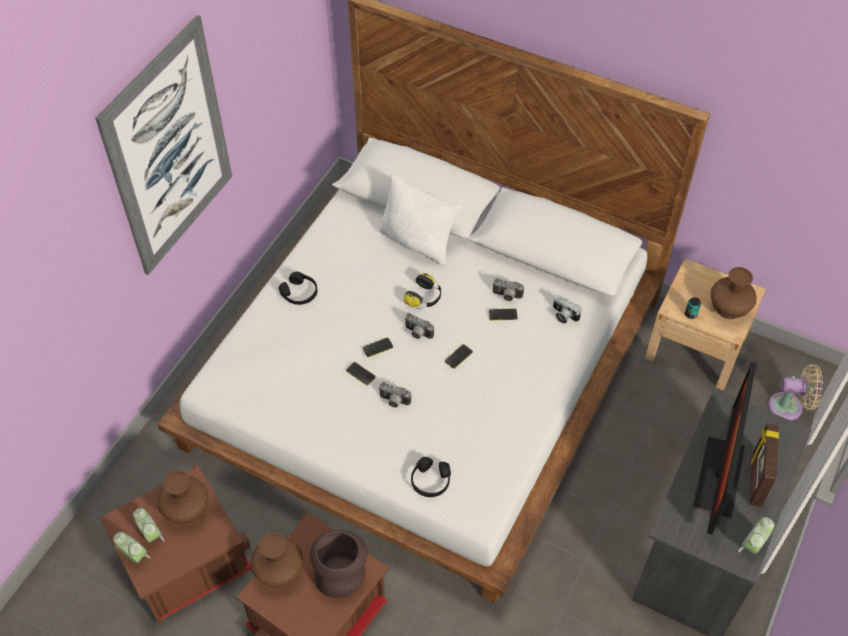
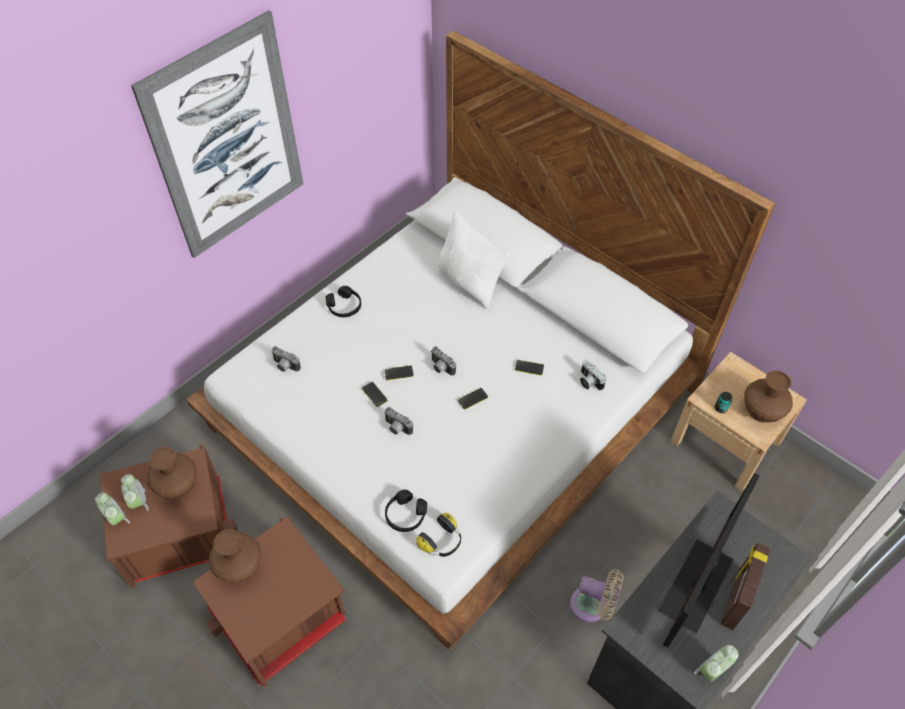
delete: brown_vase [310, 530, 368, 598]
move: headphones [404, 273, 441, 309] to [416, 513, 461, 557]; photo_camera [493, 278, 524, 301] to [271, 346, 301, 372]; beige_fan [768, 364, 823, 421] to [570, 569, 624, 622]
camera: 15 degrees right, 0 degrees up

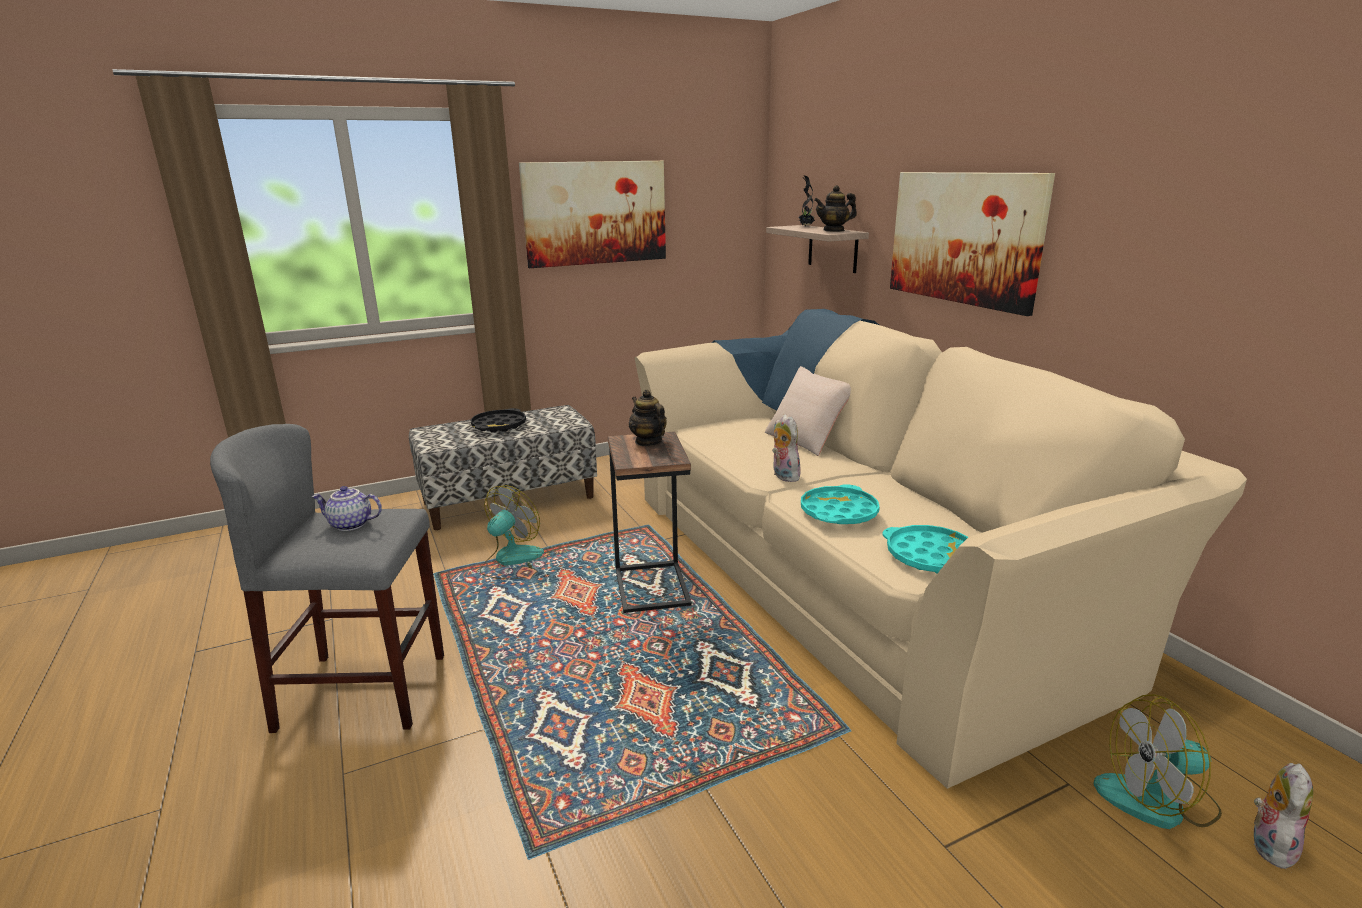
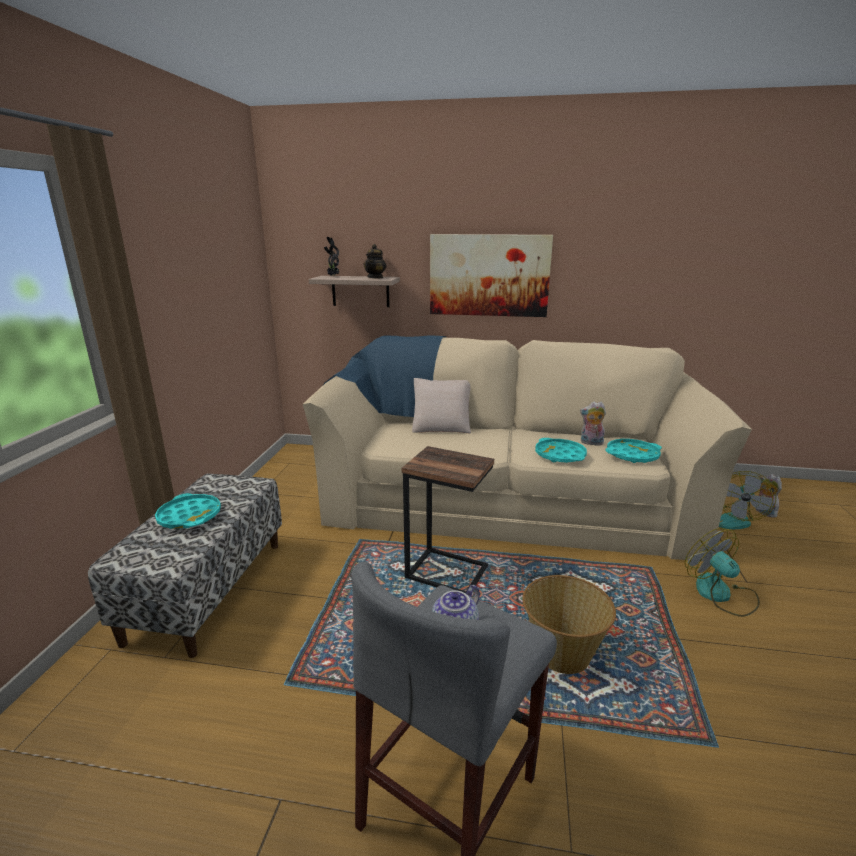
delete: picture [519, 161, 666, 268]; teapot [629, 389, 667, 446]
insert: basket [522, 575, 616, 674]
move: fan [480, 485, 544, 579] to [685, 528, 760, 617]; plush_toy [772, 414, 801, 482] to [580, 402, 606, 445]
recolor: black_tray [471, 408, 526, 433] to turquoise_tray [155, 493, 221, 529]
camera: 55 degrees left, 0 degrees up

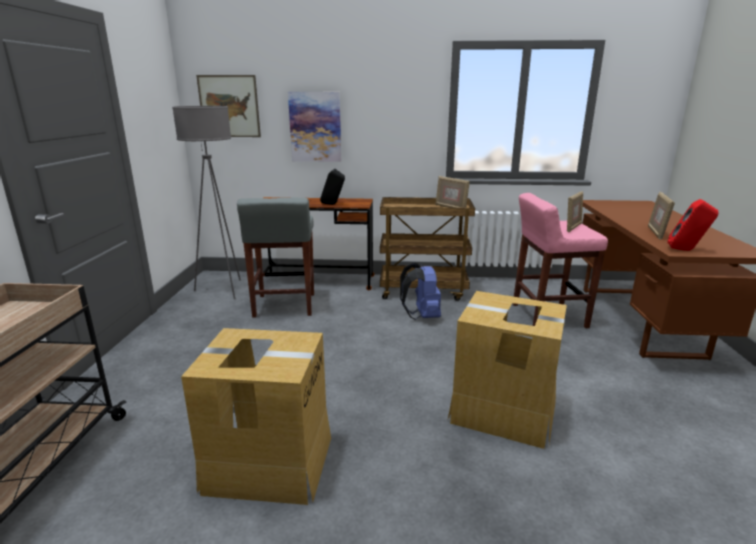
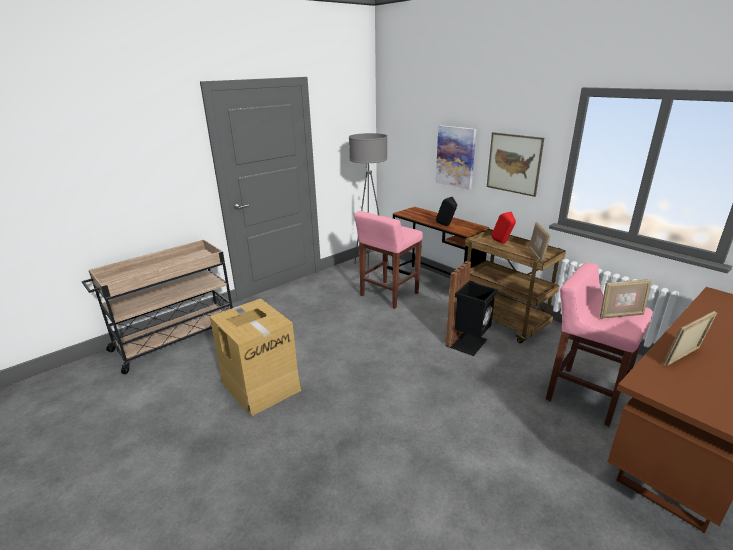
delete: cardboard_box [447, 291, 567, 449]
move: picture [196, 75, 261, 137] to [487, 132, 544, 197]; red_speaker [667, 199, 718, 251] to [491, 212, 516, 244]
replace: blue_backpack [400, 263, 441, 320] to black_trash_can [445, 261, 498, 356]
recolor: grey_stool [237, 198, 314, 318] to pink_stool [354, 211, 423, 309]
camera: 45 degrees right, 5 degrees up

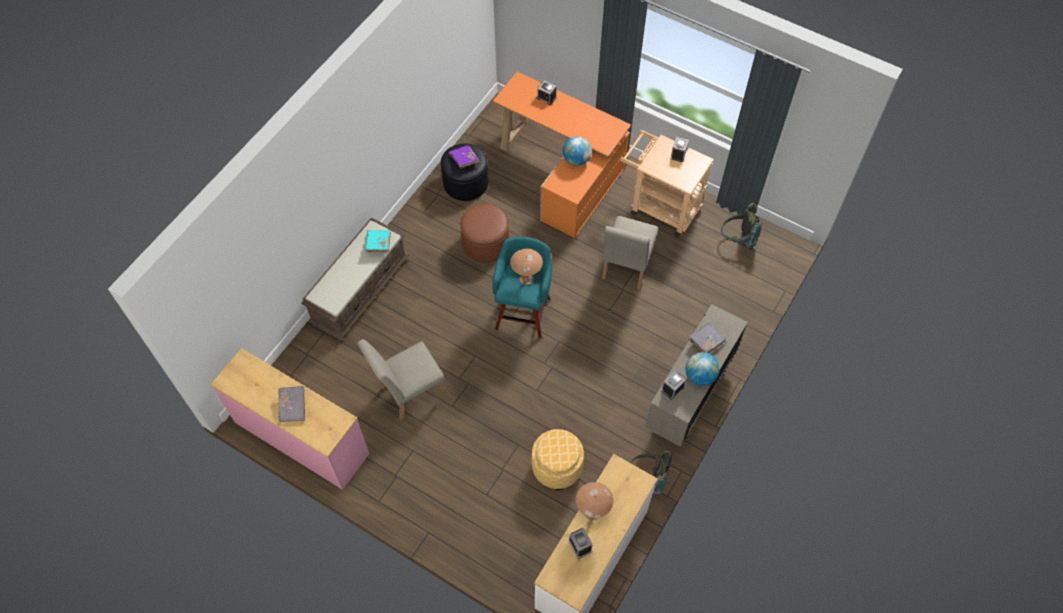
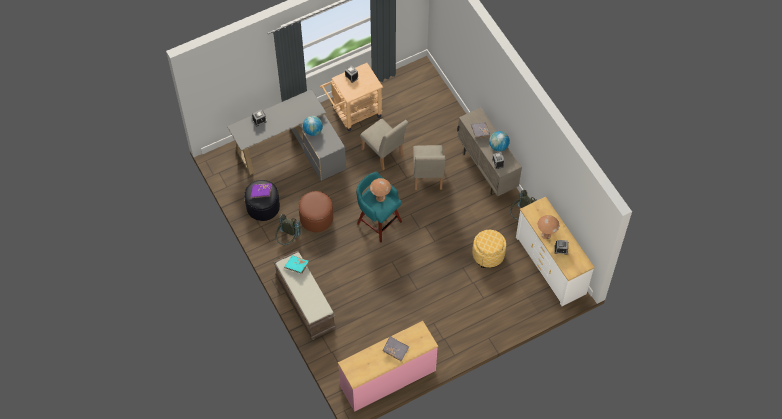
move: beige_chair [357, 339, 447, 420] to [413, 145, 445, 190]; grey_backpack [721, 203, 762, 248] to [275, 214, 301, 245]
recolor: orange_desk [493, 72, 631, 238] to grey_desk [227, 89, 346, 181]
camera: 60 degrees left, 0 degrees up

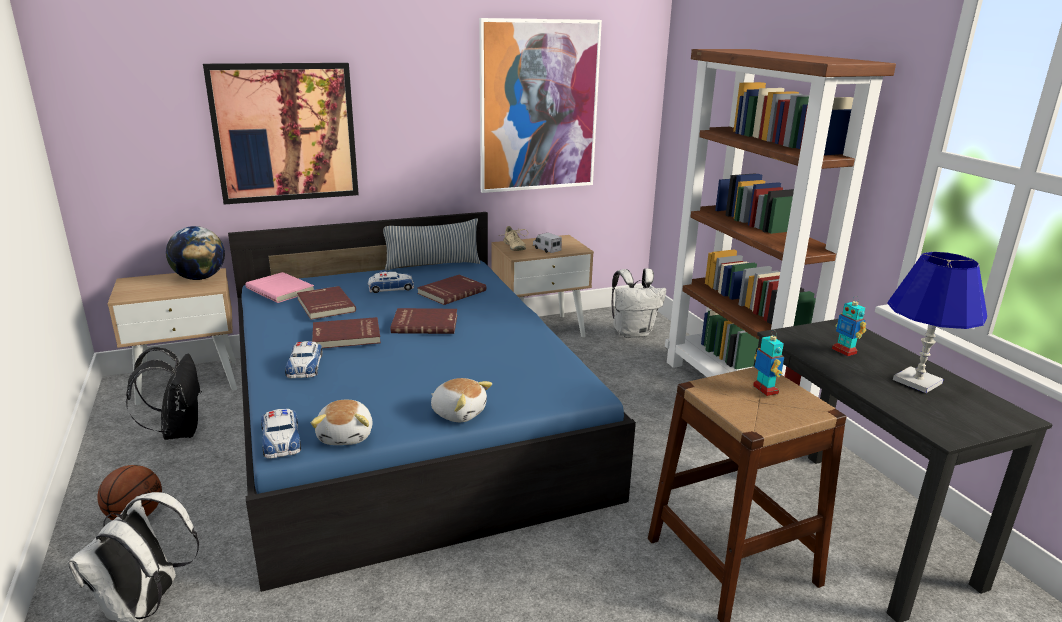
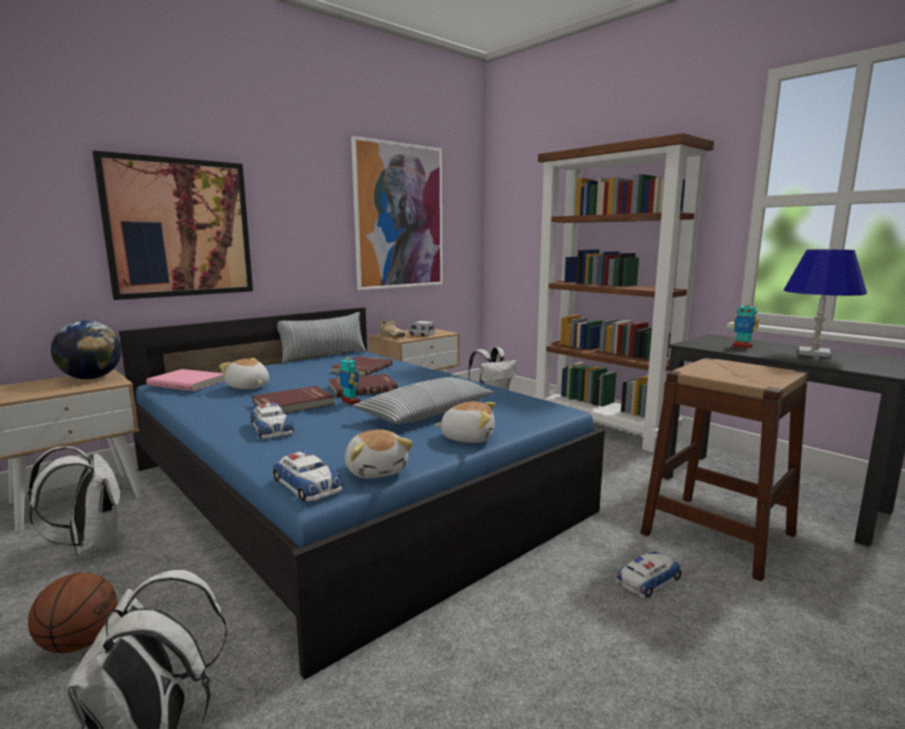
insert: pillow [353, 377, 494, 424]
move: toy_car [368, 271, 414, 293] to [615, 551, 682, 599]; toy_robot [753, 330, 784, 396] to [339, 352, 360, 405]
replace: red_book [297, 286, 356, 320] to plush_toy [219, 358, 269, 389]
recolor: black_backpack [126, 347, 201, 440] to white_backpack [28, 446, 120, 555]
camera: 20 degrees left, 10 degrees down

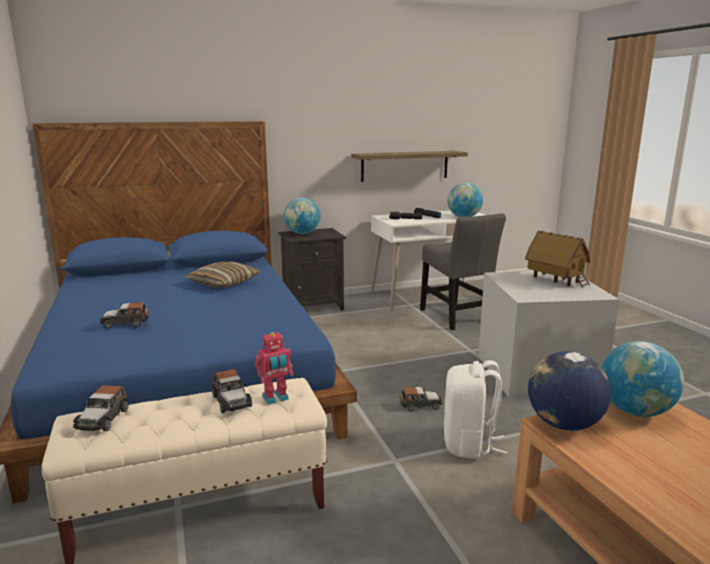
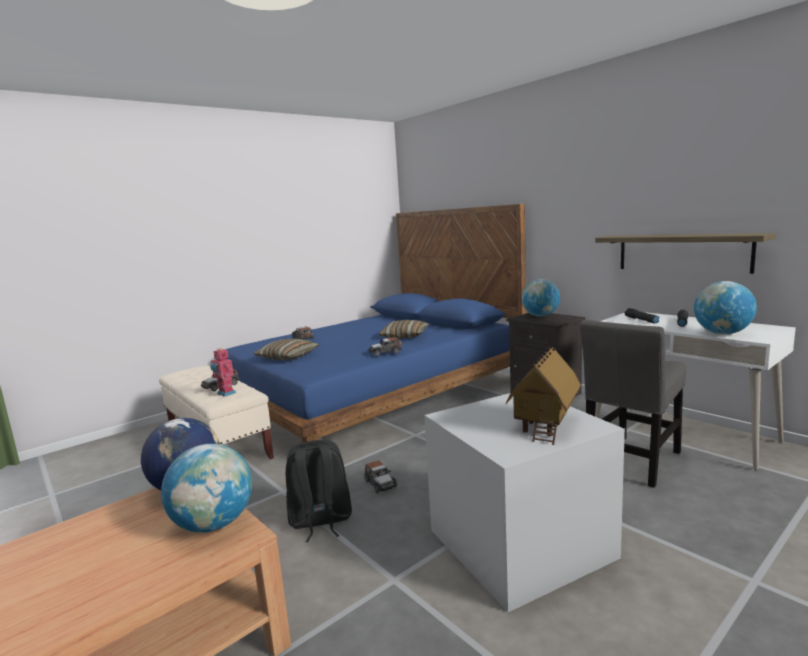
insert: pillow [254, 339, 320, 360]
move: toy_car [73, 385, 128, 431] to [369, 337, 402, 356]
recolor: white_backpack [444, 360, 507, 459] to black_backpack [286, 440, 352, 542]
camera: 70 degrees right, 5 degrees down

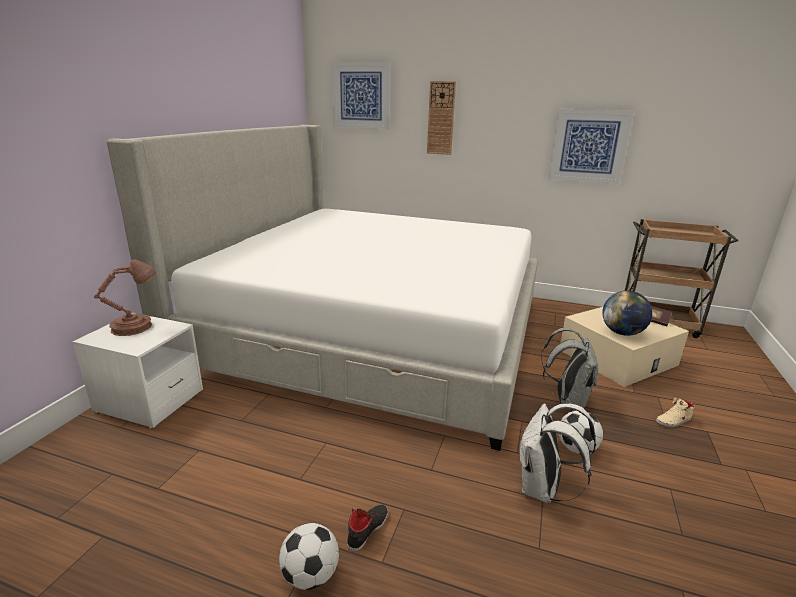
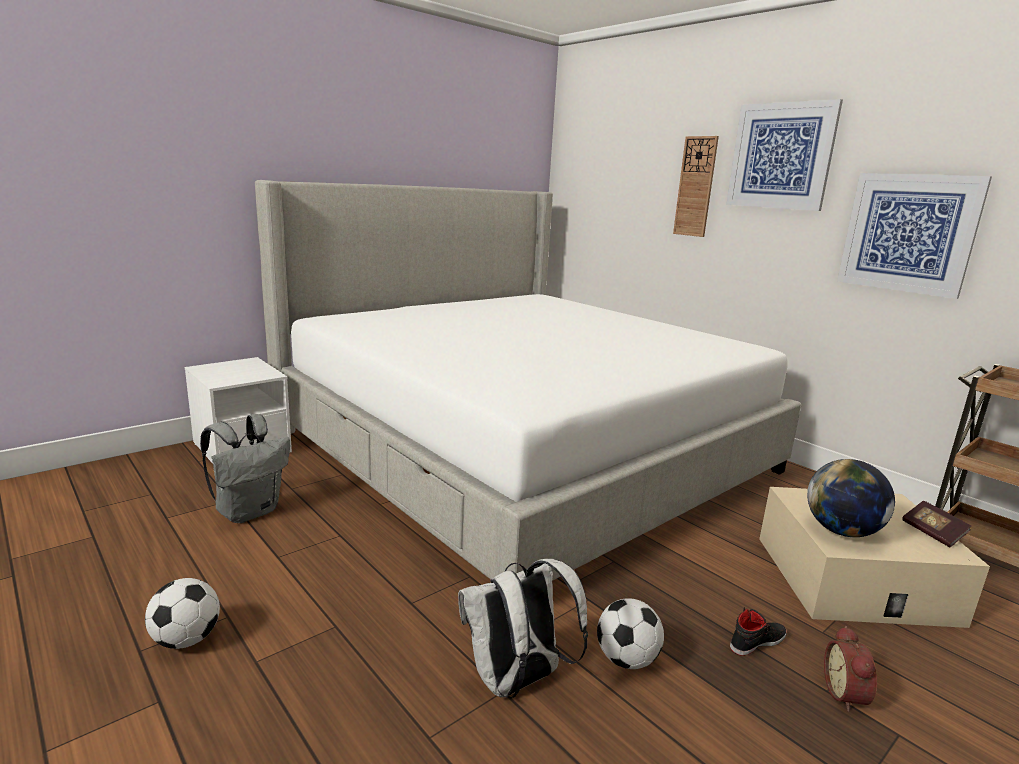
delete: brown_table_lamp [94, 260, 156, 336]
move: picture [332, 62, 391, 130] to [726, 99, 843, 211]; black_shoe [347, 505, 388, 552] to [730, 607, 787, 656]; grey_backpack [541, 328, 598, 408] to [200, 414, 290, 523]
replace: beige_shoe [656, 398, 695, 427] to alarm_clock [824, 626, 877, 712]
camera: 30 degrees right, 5 degrees down

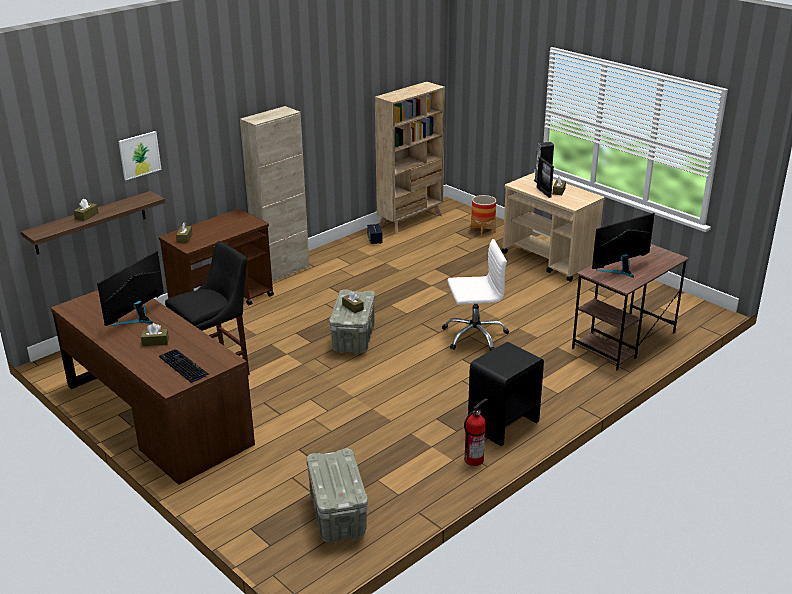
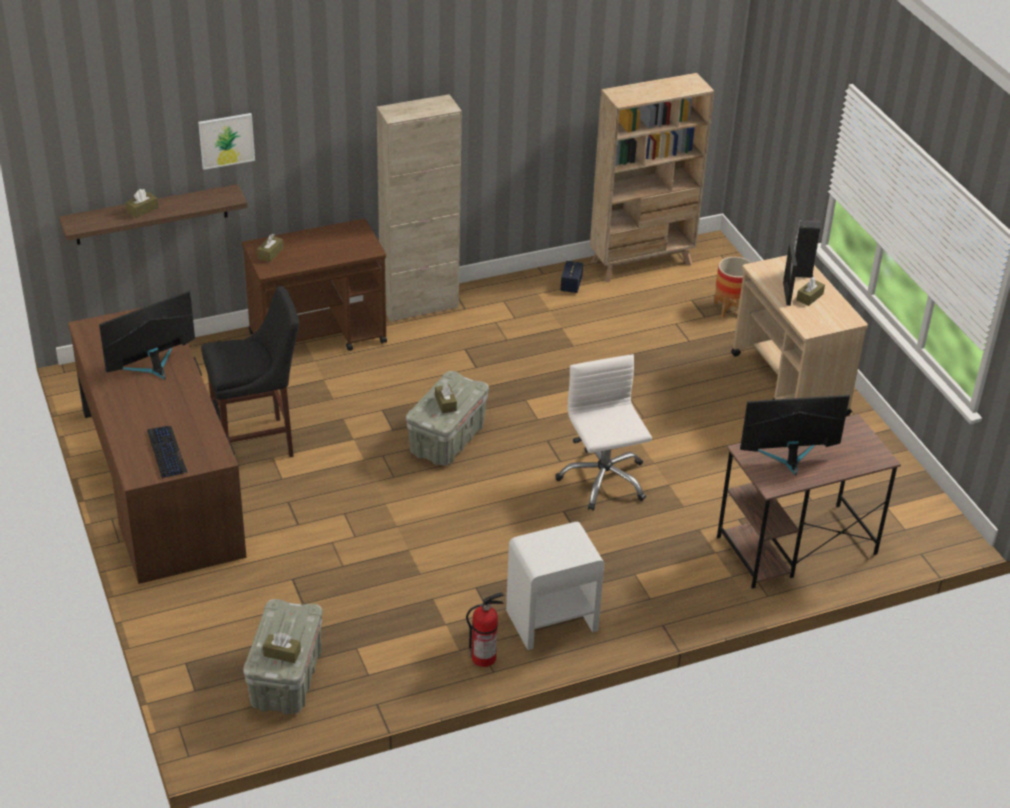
move: brown_tissue_box [141, 323, 169, 346] to [263, 633, 301, 663]
recolor: black_nightstand [468, 342, 544, 446] to white_nightstand [506, 522, 604, 650]
rotate: white_office_chair [442, 239, 509, 351] = [555, 354, 652, 511] 120 degrees counterclockwise
camera: 20 degrees right, 10 degrees up

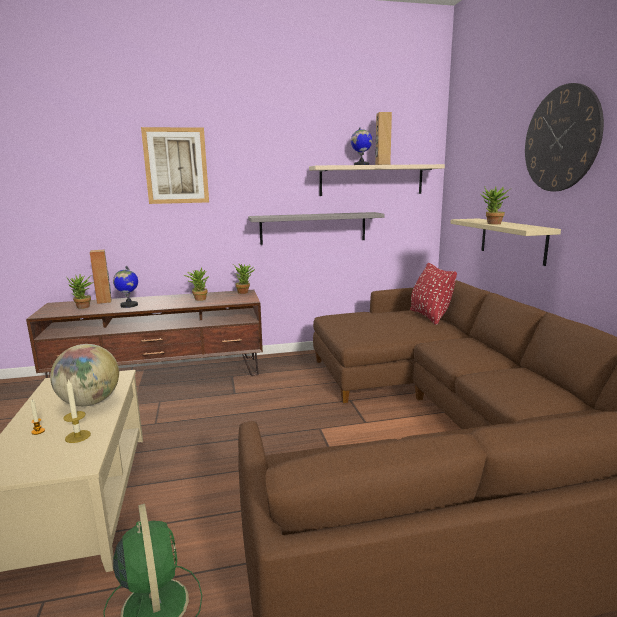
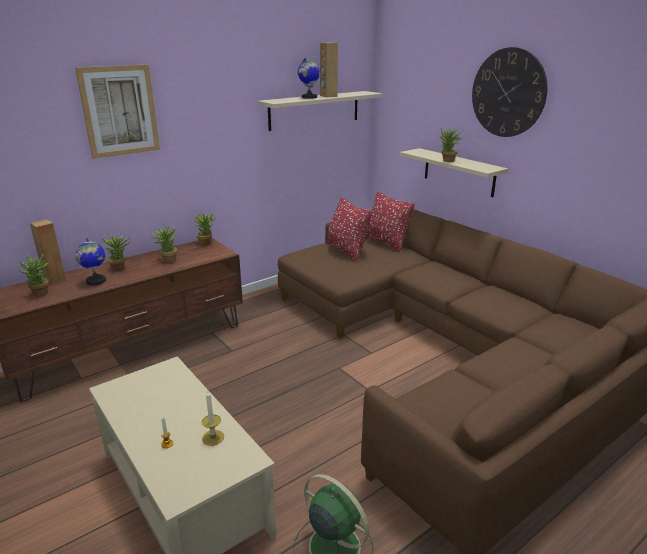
delete: globe [50, 344, 119, 406]; grey_shelf [248, 212, 385, 245]
insert: potted_plant [102, 234, 130, 271]; red_pillow [327, 197, 372, 261]
camera: 25 degrees left, 10 degrees up

